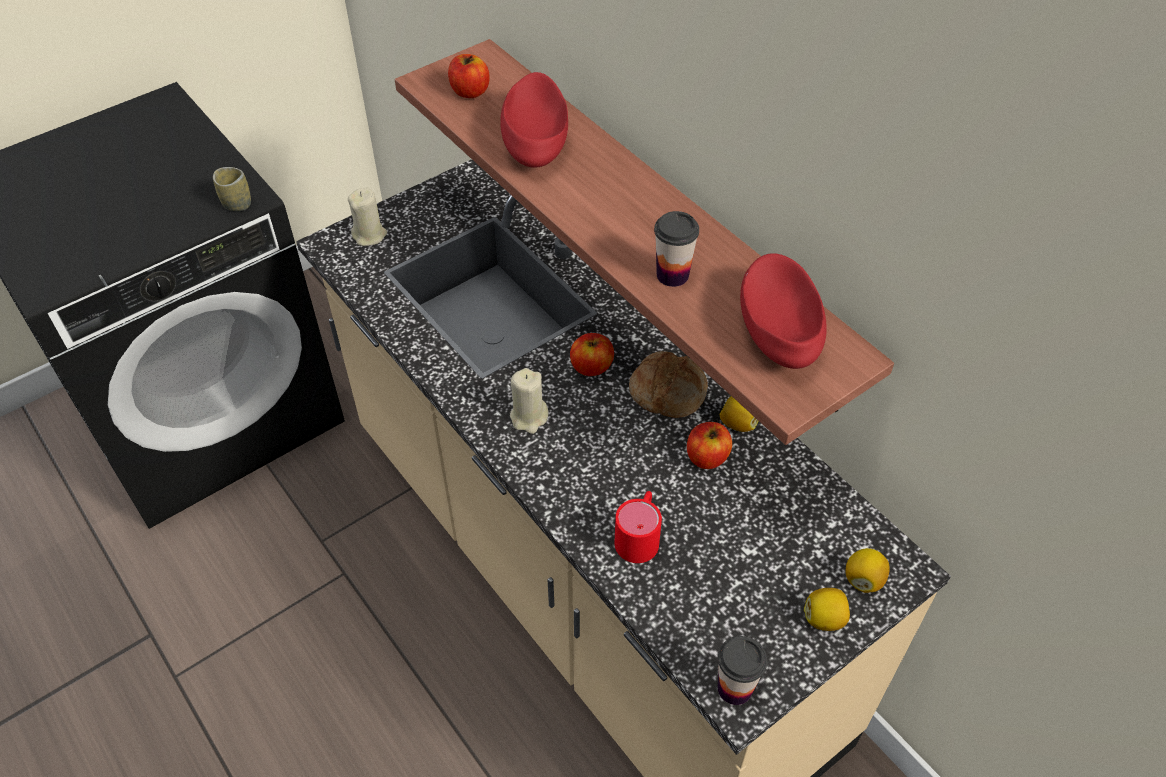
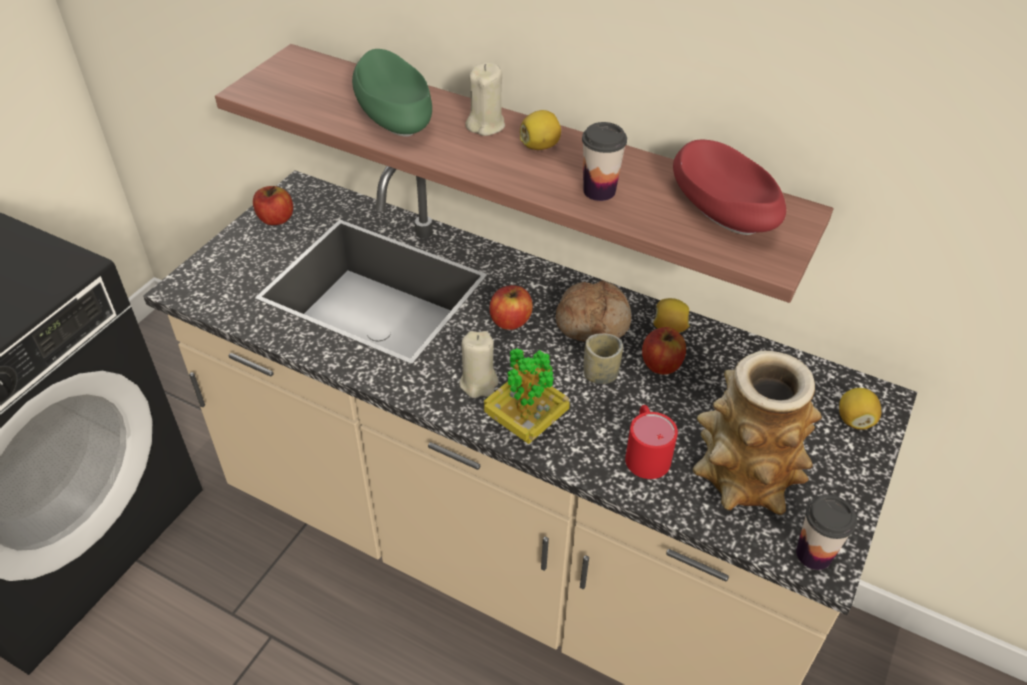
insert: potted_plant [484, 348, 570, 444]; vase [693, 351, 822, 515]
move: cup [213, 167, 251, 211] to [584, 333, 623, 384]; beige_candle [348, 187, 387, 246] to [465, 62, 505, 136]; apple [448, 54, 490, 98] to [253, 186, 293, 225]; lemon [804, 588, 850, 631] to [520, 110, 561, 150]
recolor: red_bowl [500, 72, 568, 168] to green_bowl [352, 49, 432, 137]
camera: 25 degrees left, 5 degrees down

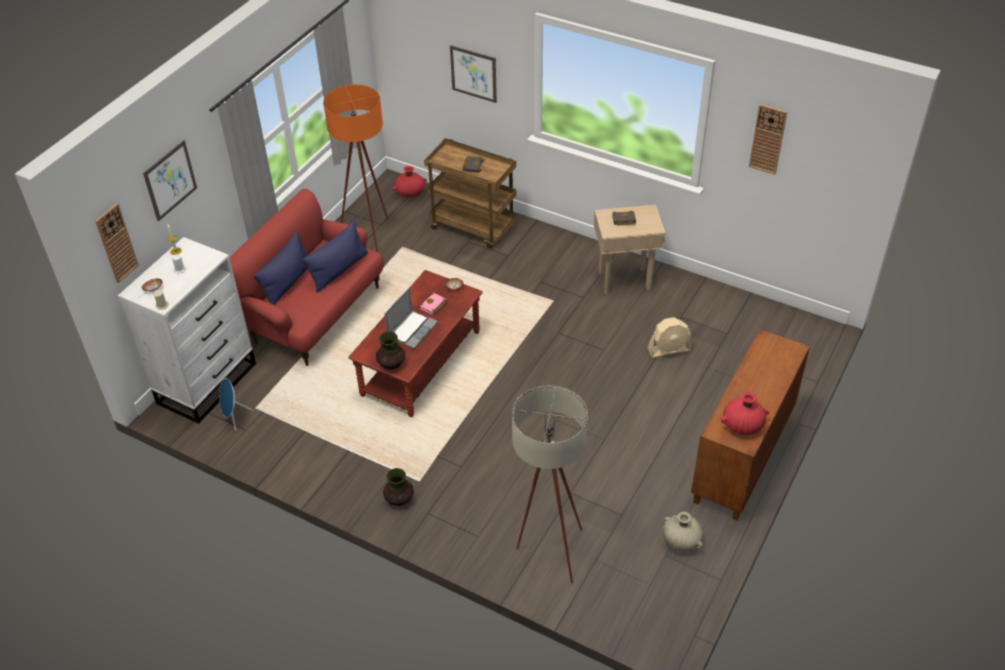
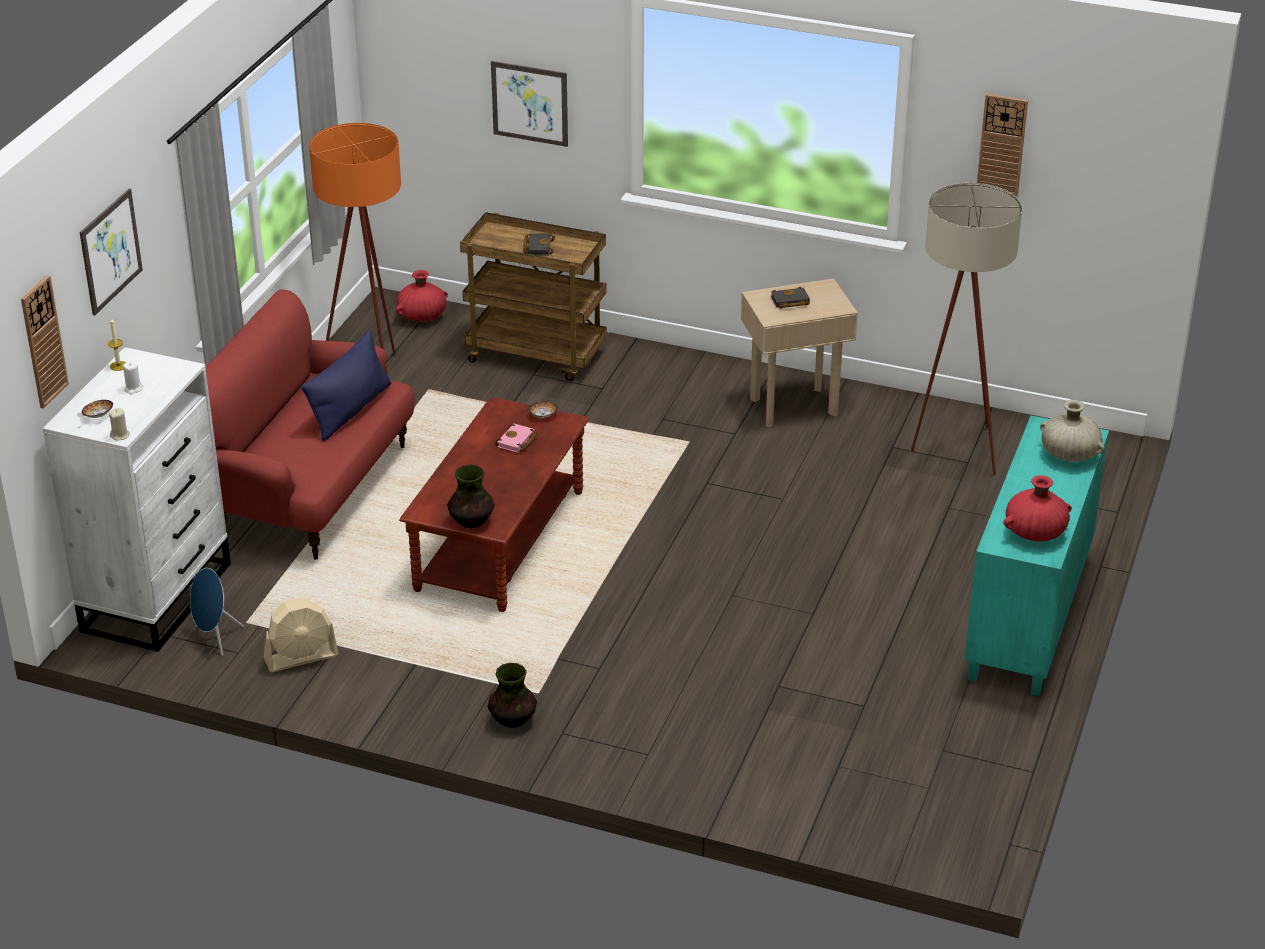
delete: blue_pillow [254, 231, 308, 305]; laptop [384, 287, 438, 349]
move: beige_floor_lamp [512, 385, 588, 584] to [911, 183, 1022, 476]; beige_fan [648, 317, 691, 358] to [264, 598, 339, 672]; beige_vase [663, 512, 704, 552] to [1040, 400, 1105, 462]
recolor: brown_cabinet [691, 329, 810, 520] to turquoise_cabinet [964, 416, 1109, 696]
camera: 10 degrees left, 10 degrees down

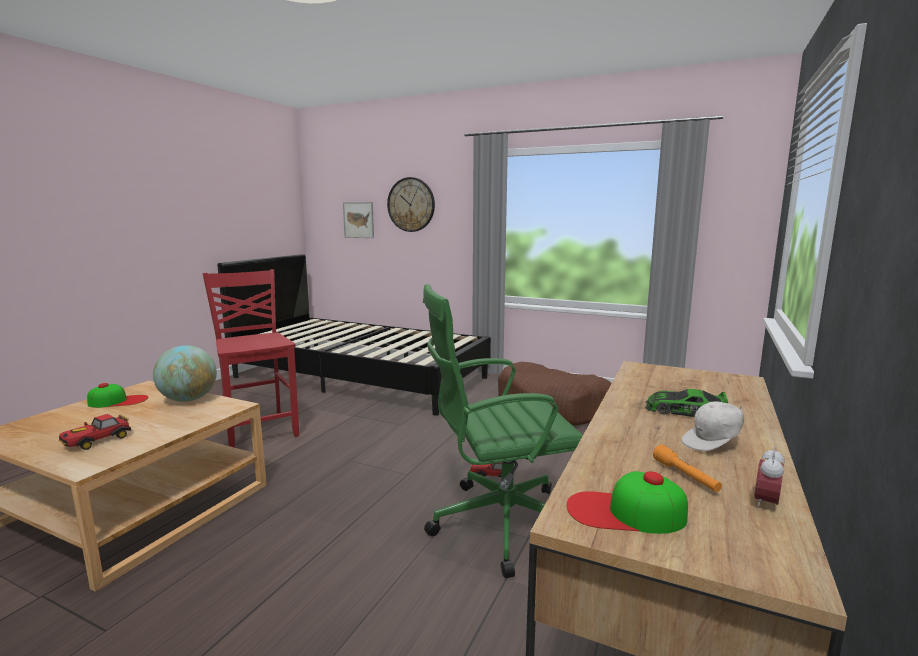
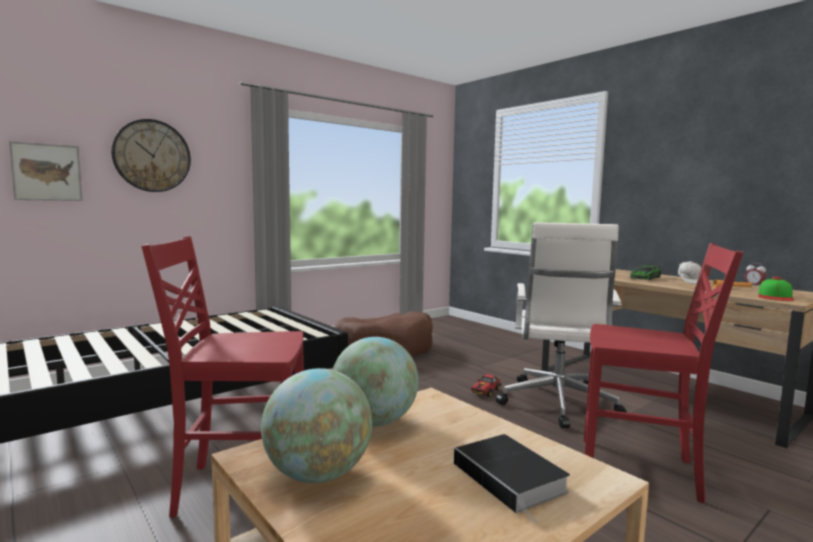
insert: red_chair [584, 243, 743, 503]
replace: toy_car [59, 414, 132, 450] to book [454, 434, 570, 523]; cap [87, 383, 148, 408] to globe [261, 368, 372, 483]
recolor: green_office_chair [423, 284, 583, 578] to white_office_chair [496, 222, 627, 428]
camera: 65 degrees left, 5 degrees down

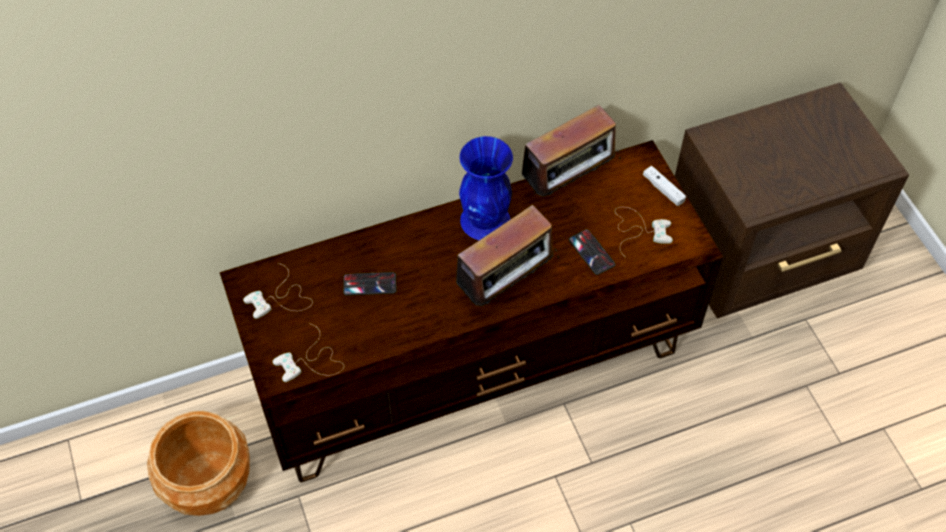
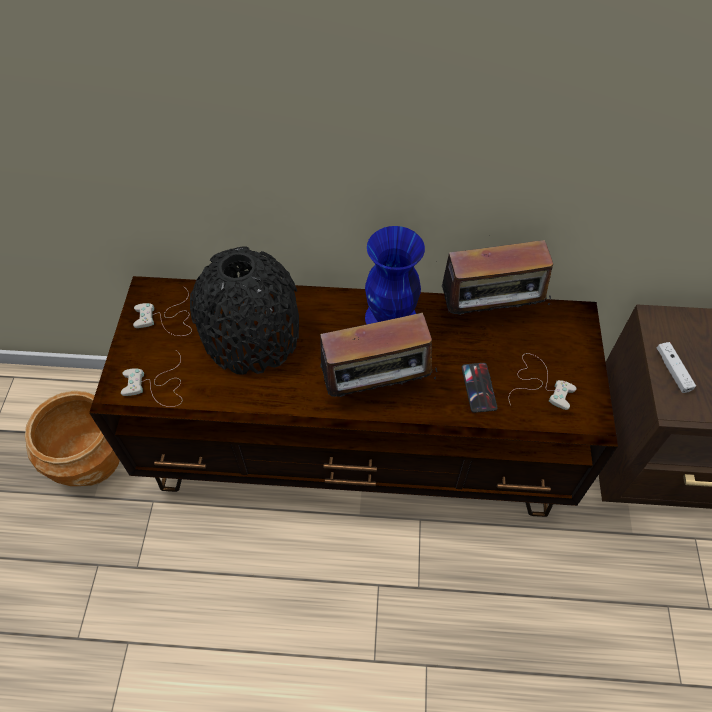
move: white_game_controller [643, 166, 686, 206] to [657, 342, 696, 393]
replace: phone [343, 272, 396, 296] to black_vase [190, 247, 299, 375]
camera: 25 degrees right, 0 degrees up

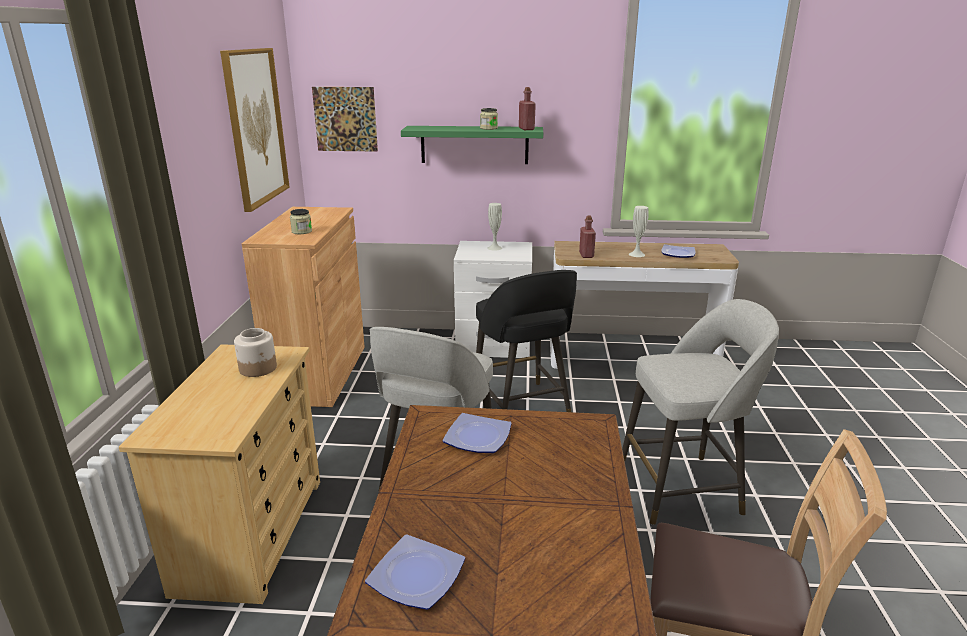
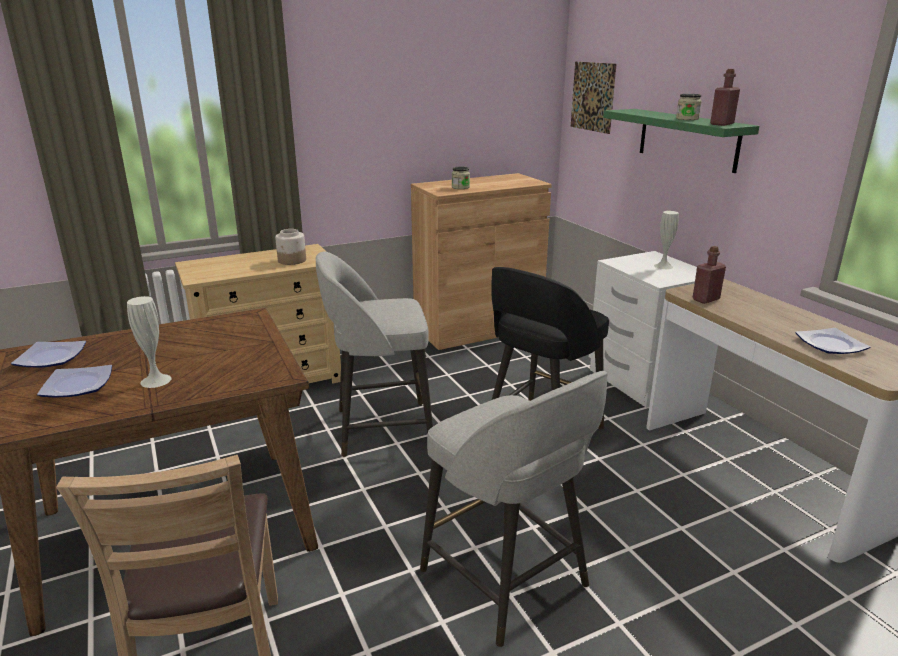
delete: picture [220, 48, 290, 212]
move: plate [443, 413, 512, 453] to [37, 365, 112, 398]; white_vase [629, 206, 649, 257] to [127, 296, 171, 388]
camera: 60 degrees right, 0 degrees up

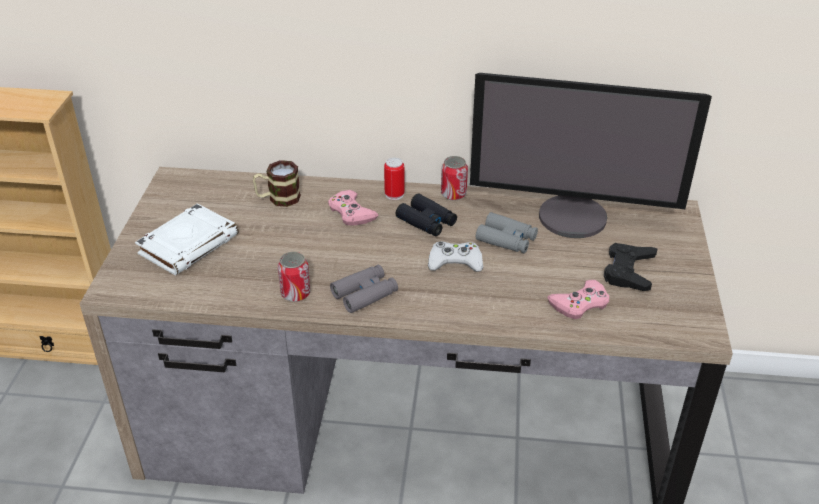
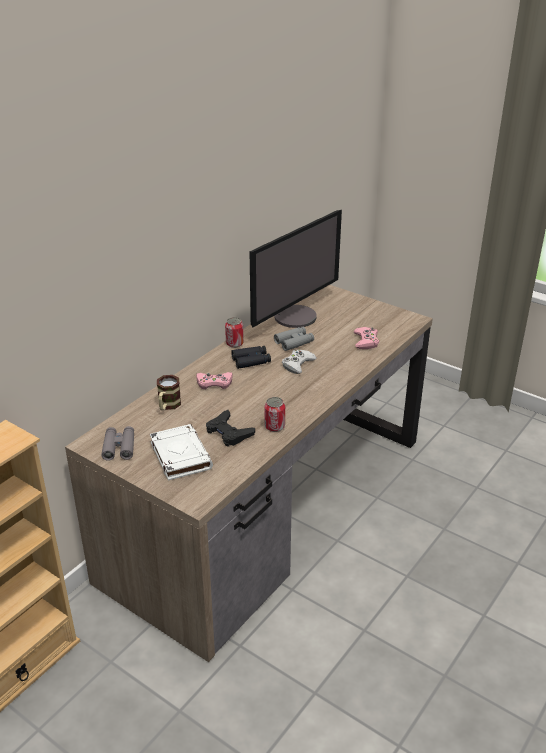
delete: can [384, 158, 404, 200]
move: grey_binoculars [330, 265, 398, 313] to [101, 426, 134, 461]; black_game_controller [604, 243, 658, 291] to [206, 410, 255, 447]
camera: 60 degrees left, 5 degrees down

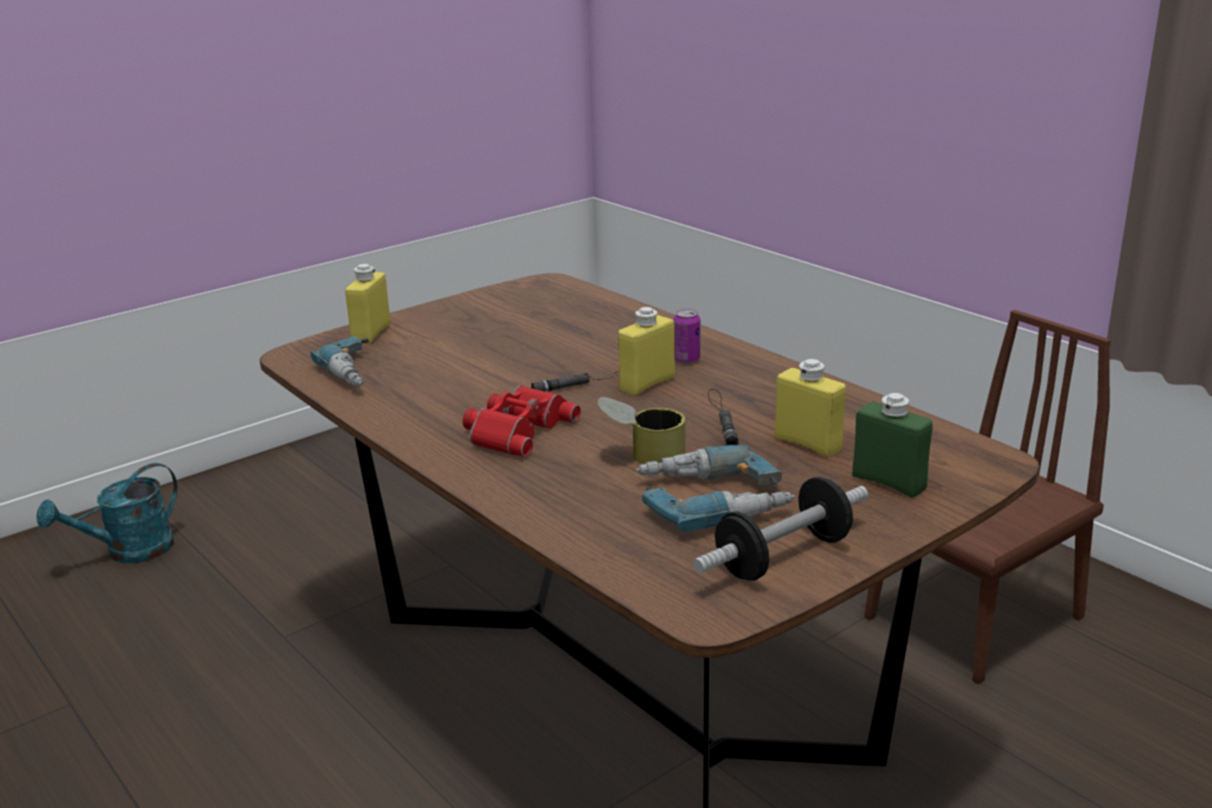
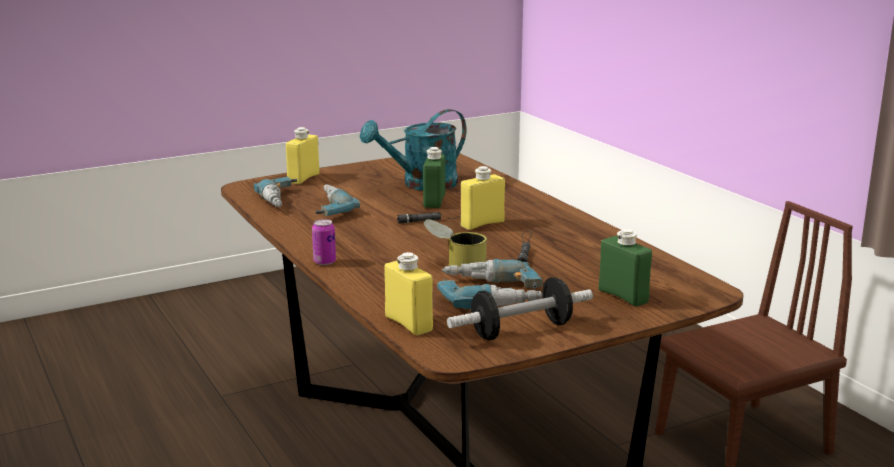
delete: red_binoculars [463, 385, 581, 457]
insert: power_drill [315, 184, 360, 216]; green_bottle [423, 147, 445, 208]
move: turquoise_watering_can [36, 463, 178, 563] to [360, 109, 467, 191]; can [673, 309, 700, 364] to [312, 219, 336, 265]; yellow_bottle [775, 359, 846, 457] to [384, 252, 433, 335]
camera: 10 degrees right, 5 degrees down

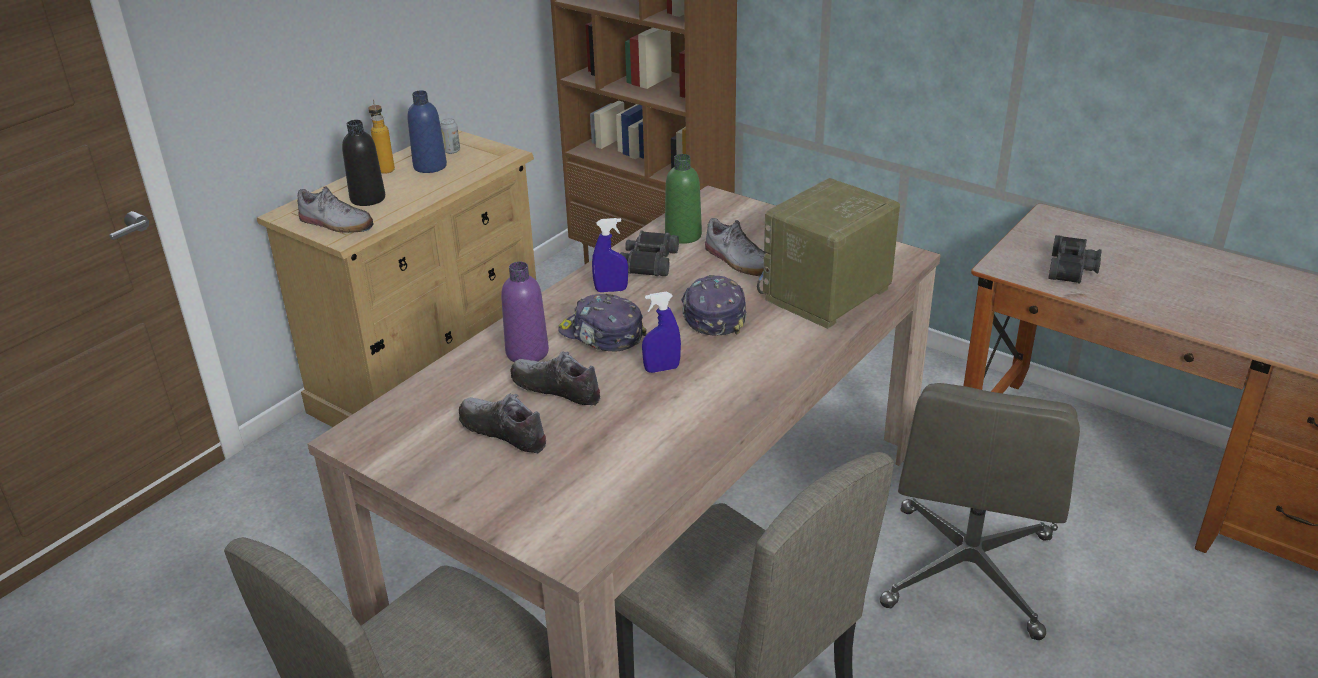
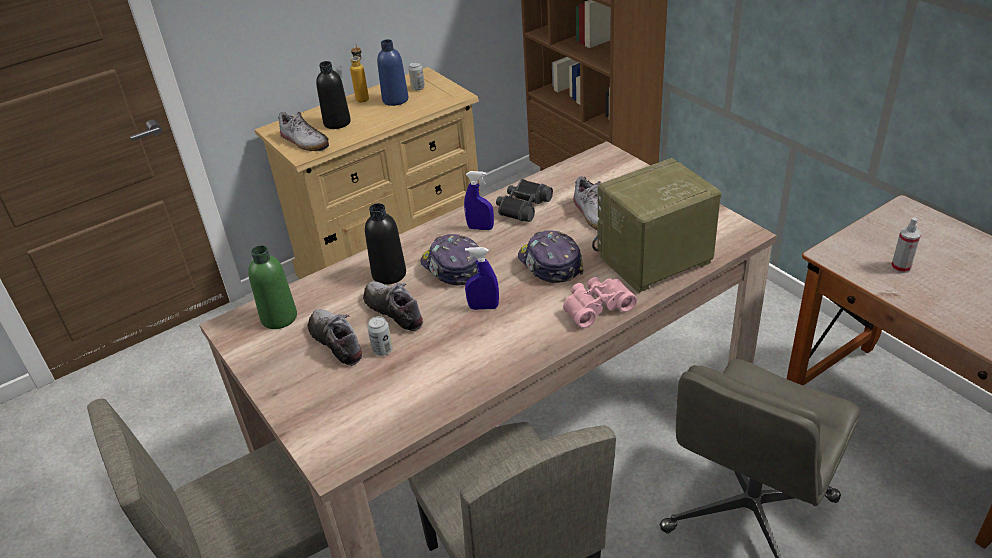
insert: can [367, 316, 393, 356]; pink_binoculars [563, 277, 637, 328]
move: green_bottle [665, 154, 702, 244] to [248, 245, 297, 329]
replace: black_binoculars [1048, 235, 1102, 283] to spray_bottle [891, 217, 921, 273]
recolor: purple_bottle [501, 262, 549, 362] to black_bottle [365, 203, 406, 285]
rotate: cap [681, 275, 747, 336] = [518, 230, 583, 283] 45 degrees counterclockwise
camera: 20 degrees right, 5 degrees up

